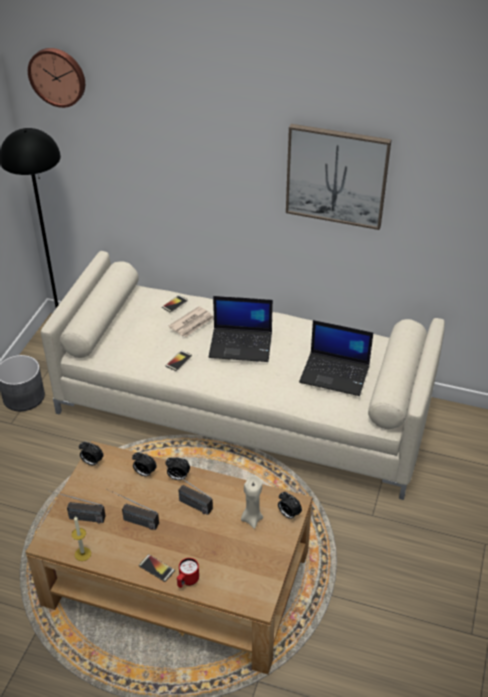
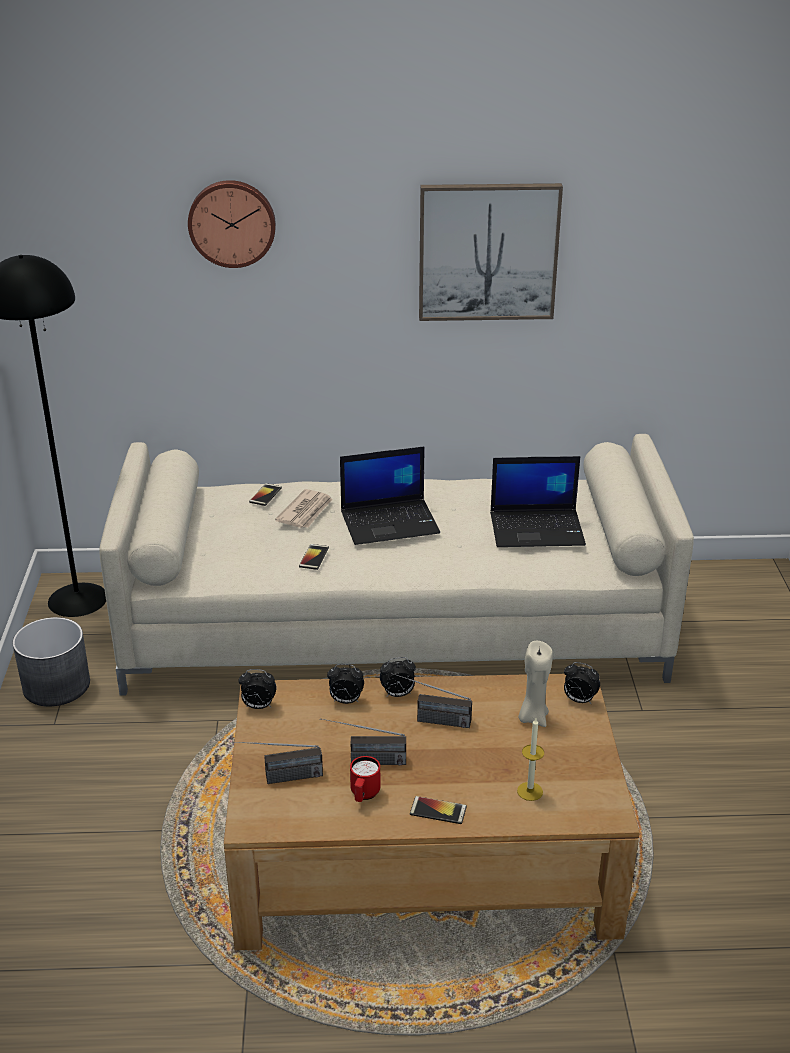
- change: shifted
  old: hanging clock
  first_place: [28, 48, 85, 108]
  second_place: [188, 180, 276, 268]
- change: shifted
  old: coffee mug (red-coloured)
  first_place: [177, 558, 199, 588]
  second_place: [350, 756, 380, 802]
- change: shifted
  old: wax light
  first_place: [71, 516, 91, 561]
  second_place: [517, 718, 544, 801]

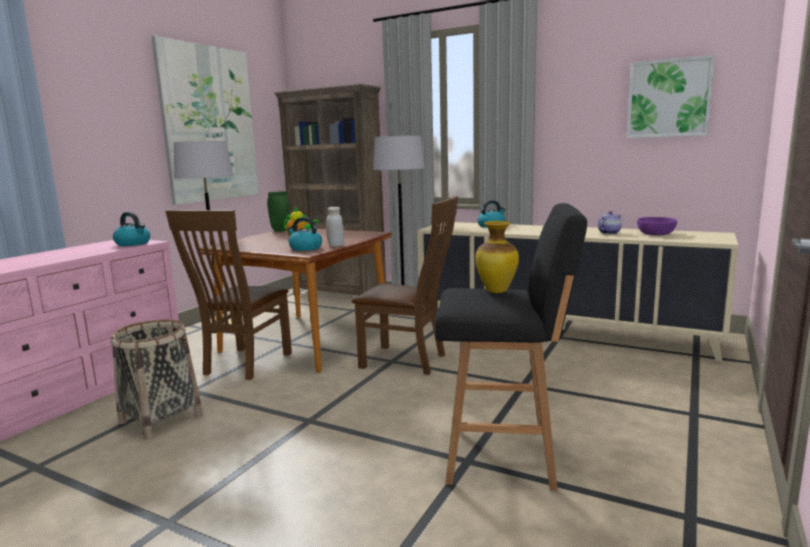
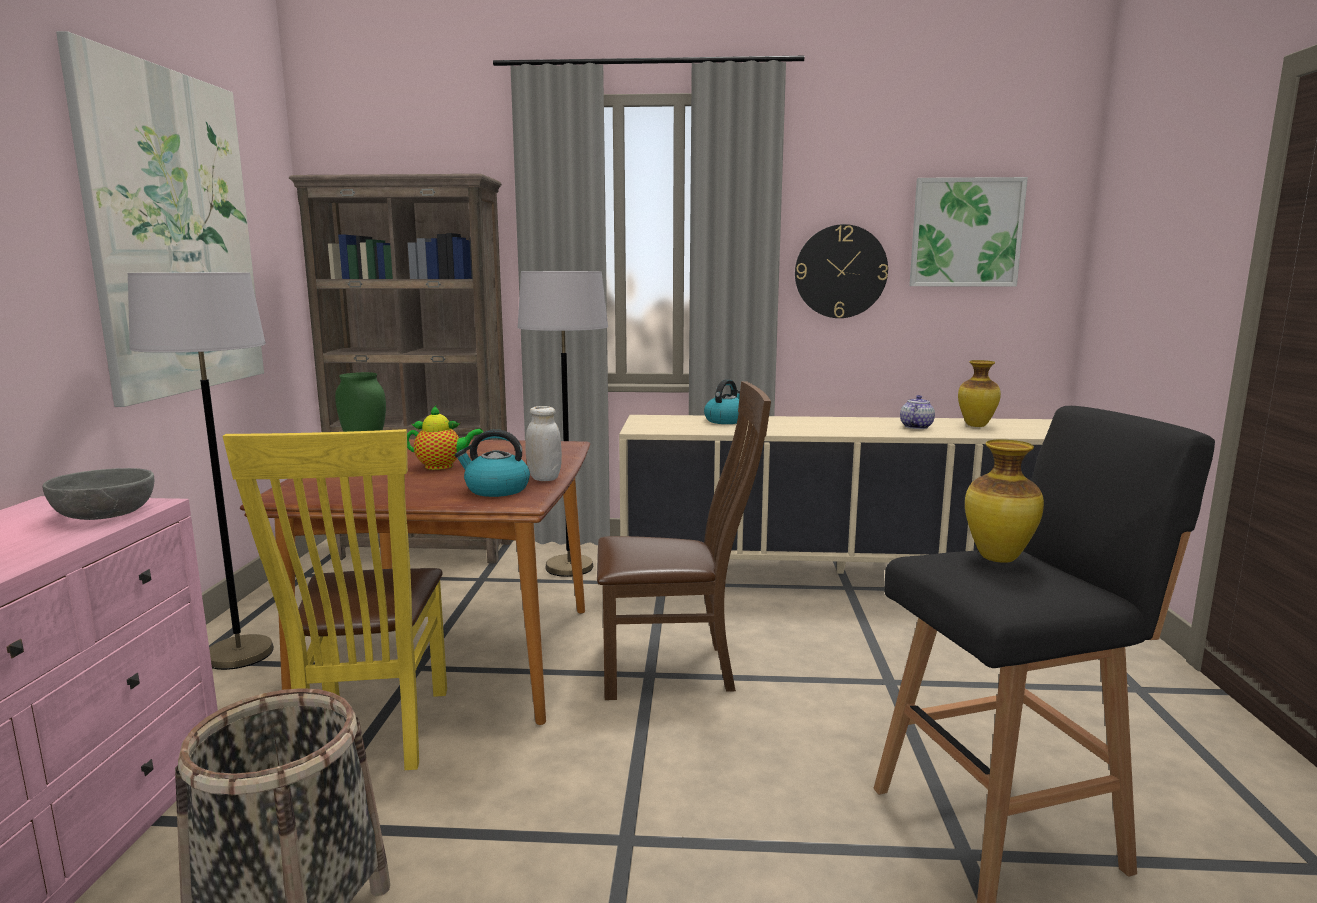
- change: swapped
  old: water kettle
  new: serving bowl (greyish)
  first_place: [113, 212, 150, 246]
  second_place: [42, 468, 154, 520]
- change: repainted
  old: chair (brownish)
  new: chair (yellowish)
  first_place: [165, 210, 292, 380]
  second_place: [223, 429, 447, 770]
- change: new
  new: hanging clock
  second_place: [795, 224, 888, 318]
- change: swapped
  old: serving bowl (purple)
  new: decorative vase
  first_place: [637, 217, 677, 235]
  second_place: [958, 360, 1001, 427]

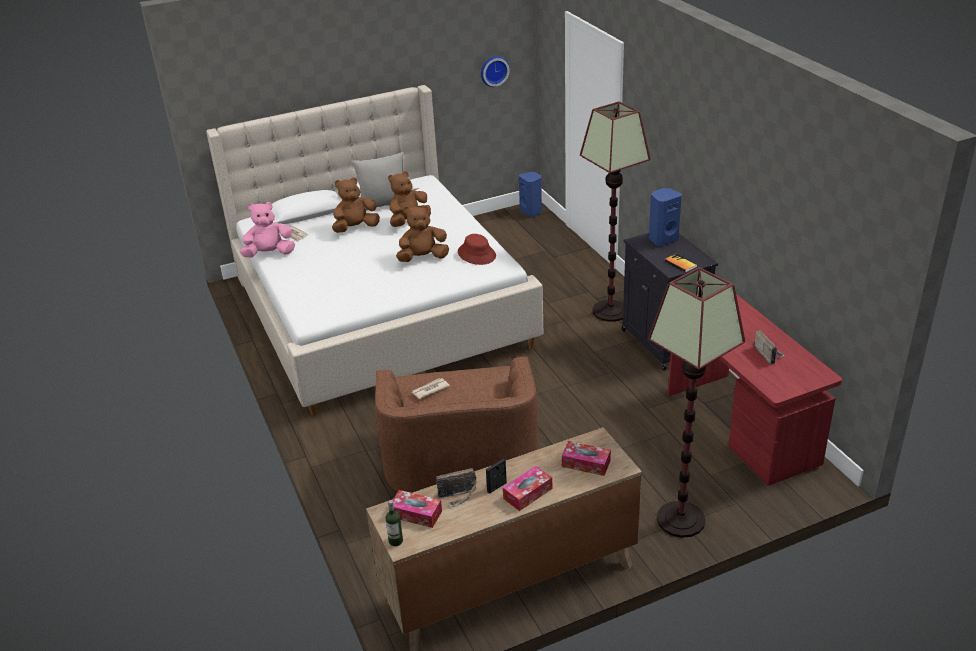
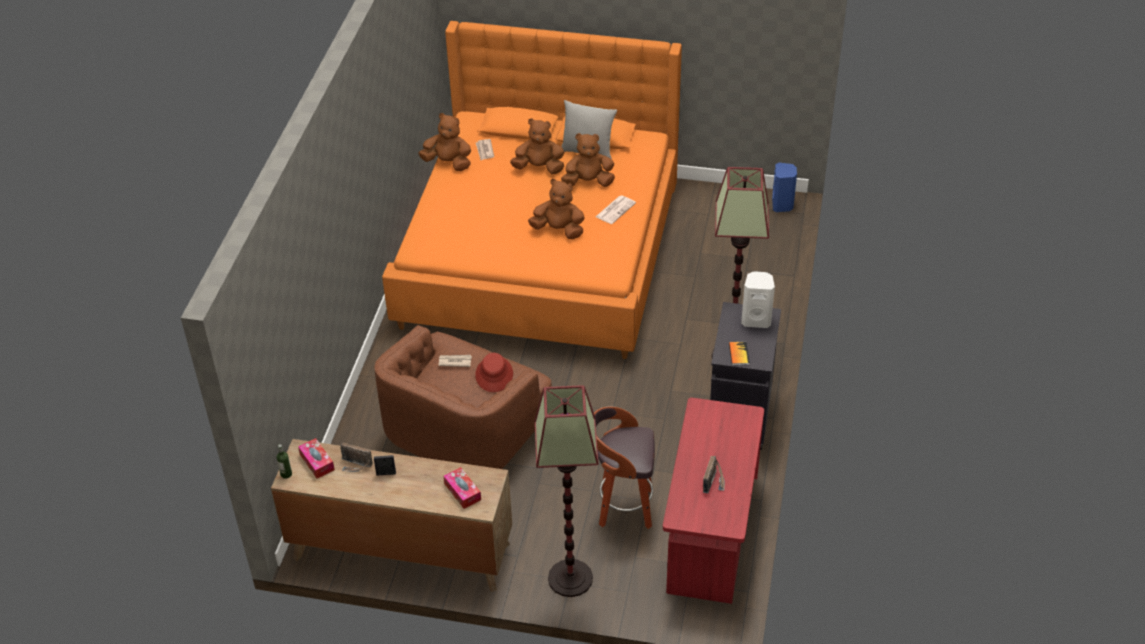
- change: repainted
  old: bed (sand-coloured)
  new: bed (orange)
  first_place: [206, 85, 543, 416]
  second_place: [382, 21, 682, 359]
- change: repainted
  old: plush toy (pinkish)
  new: plush toy (brownish)
  first_place: [240, 202, 295, 257]
  second_place: [418, 113, 471, 171]
- change: shifted
  old: wearable hat (red-coloured)
  first_place: [458, 234, 496, 265]
  second_place: [475, 353, 513, 392]
- change: new
  new: stool seat
  second_place: [594, 407, 655, 529]
- change: new
  new: newspaper
  second_place: [596, 195, 636, 224]
- change: repainted
  old: speaker (blue)
  new: speaker (whitish)
  first_place: [649, 188, 682, 246]
  second_place: [741, 271, 775, 328]
- change: gone
  old: hanging clock
  first_place: [481, 56, 510, 87]
- change: gone
  old: tissue box
  first_place: [503, 466, 552, 511]

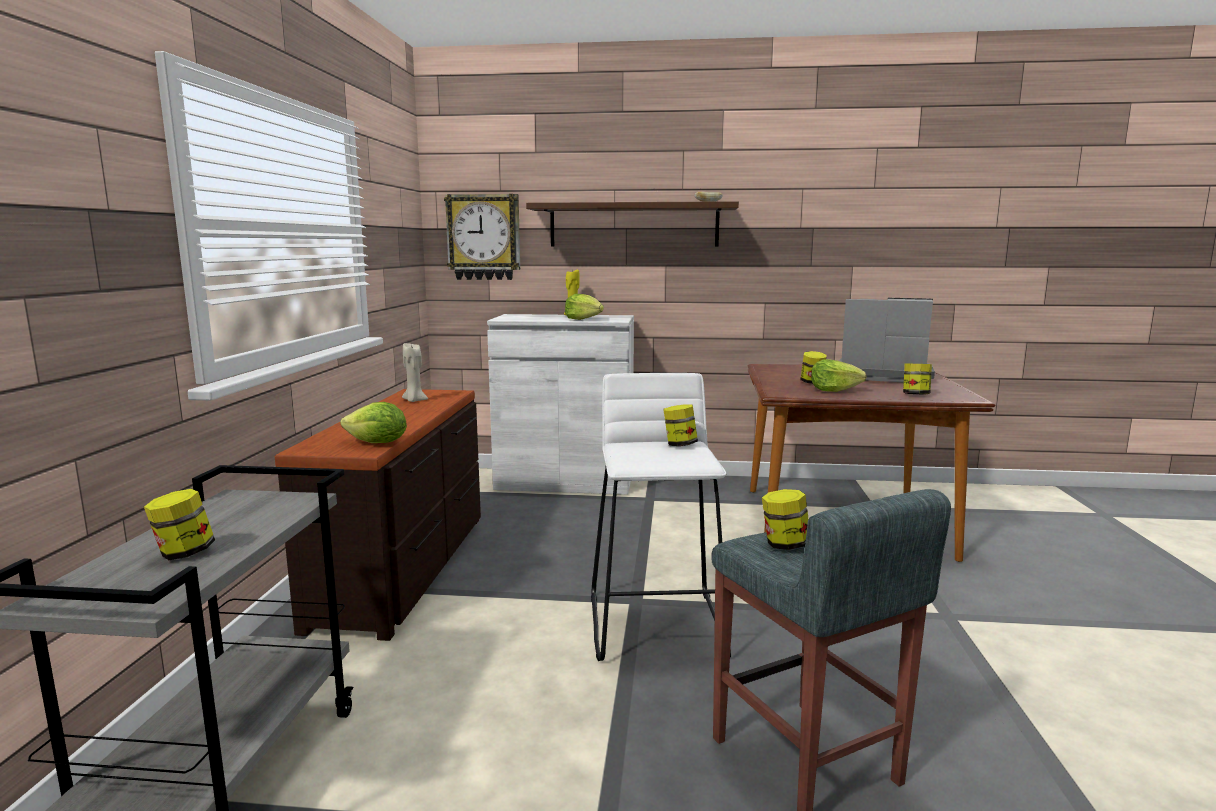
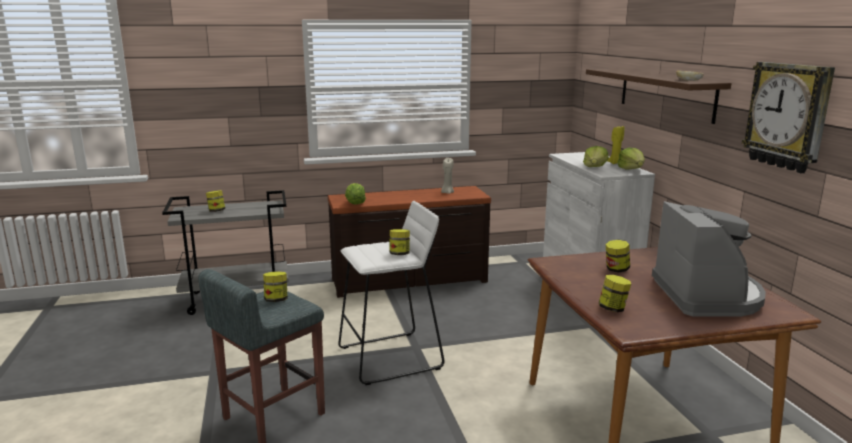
- change: shifted
  old: lettuce
  first_place: [811, 359, 867, 392]
  second_place: [617, 147, 645, 170]
- change: shifted
  old: hanging clock
  first_place: [444, 194, 520, 280]
  second_place: [742, 62, 835, 173]

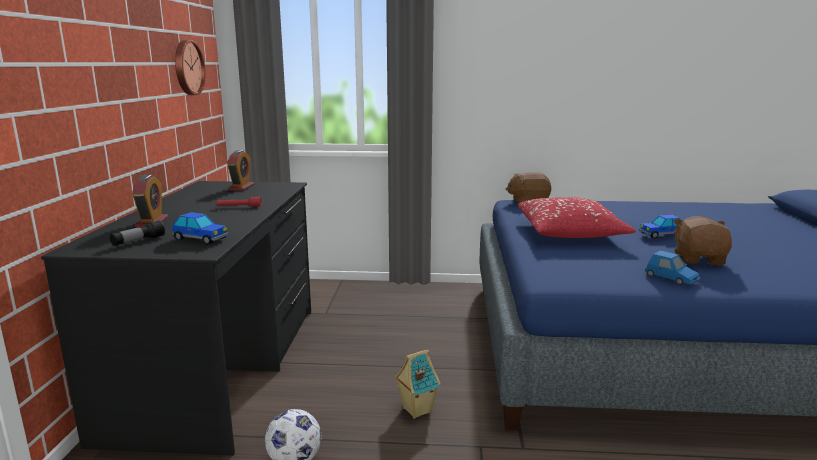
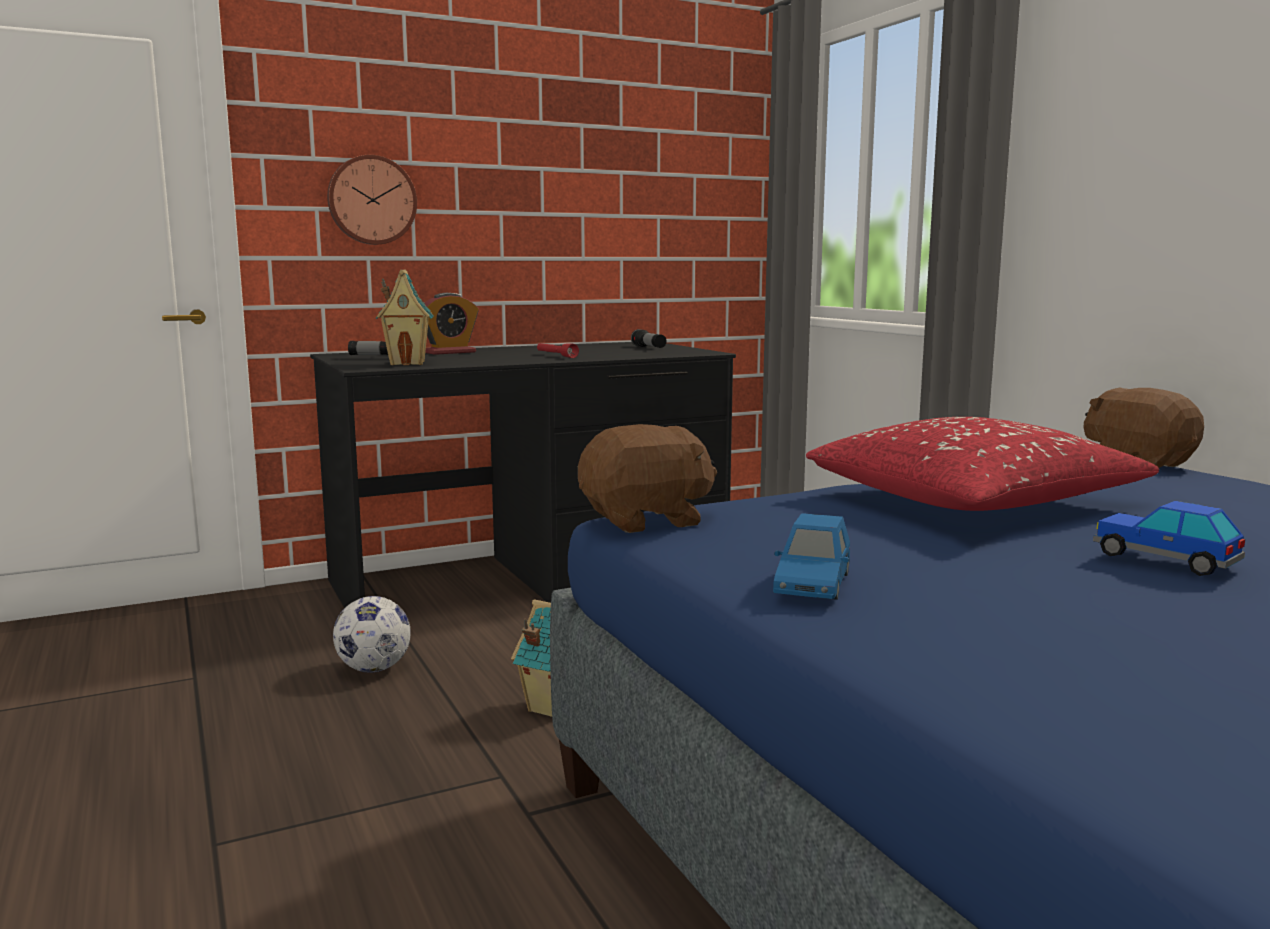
- change: shifted
  old: hanging clock
  first_place: [175, 40, 206, 95]
  second_place: [327, 154, 417, 245]
- change: swapped
  old: model car
  new: toy house
  first_place: [172, 212, 229, 245]
  second_place: [376, 269, 434, 365]
- change: shifted
  old: plush toy (brownish)
  first_place: [673, 216, 732, 266]
  second_place: [578, 424, 717, 533]
- change: swapped
  old: bedside clock
  new: flashlight
  first_place: [227, 150, 254, 191]
  second_place: [631, 329, 667, 348]

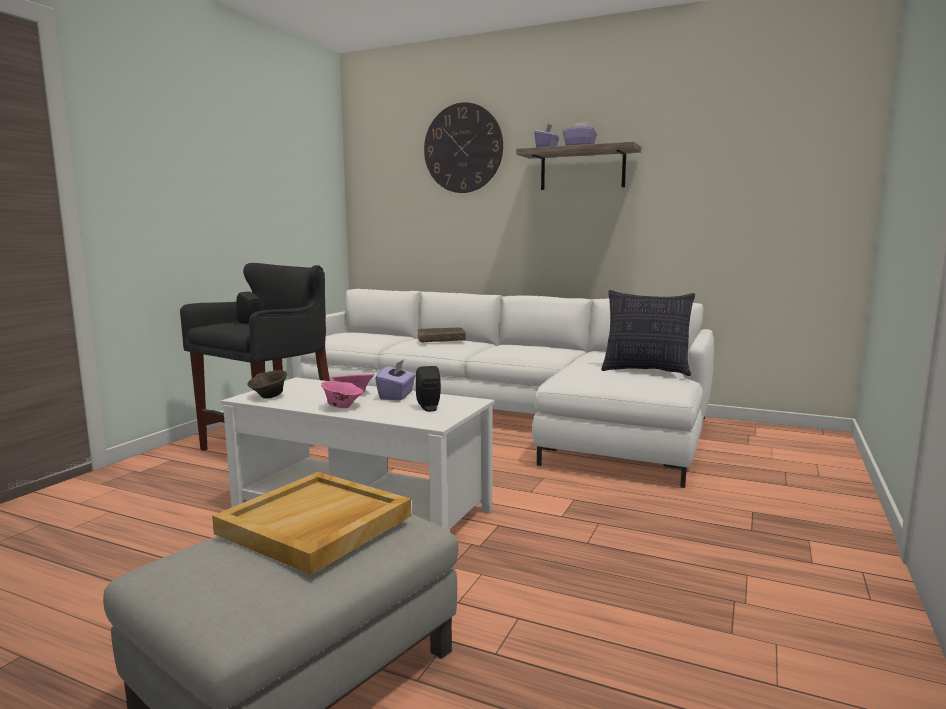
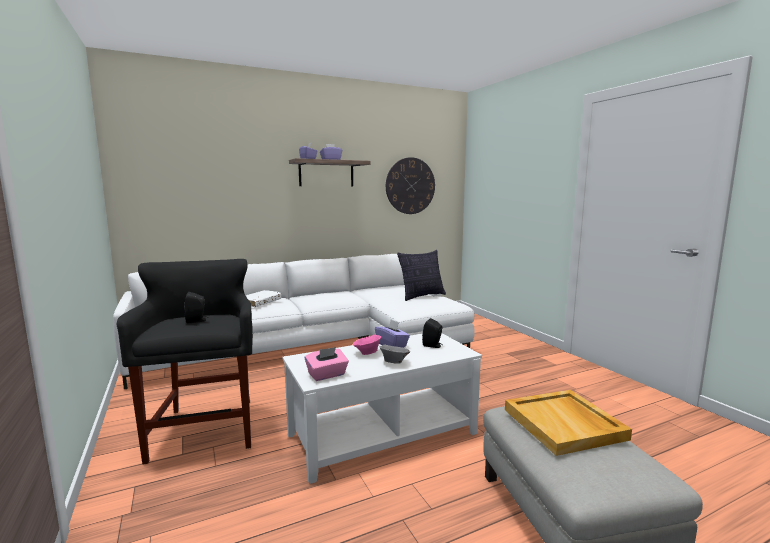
- change: repainted
  old: bound book (brownish)
  new: bound book (whitish)
  first_place: [417, 327, 466, 343]
  second_place: [245, 290, 281, 307]
- change: swapped
  old: serving bowl (brownish)
  new: tissue box (pinkish)
  first_place: [248, 370, 287, 399]
  second_place: [305, 347, 349, 381]
- change: repainted
  old: serving bowl (pinkish)
  new: serving bowl (greyish)
  first_place: [321, 381, 363, 408]
  second_place: [380, 344, 410, 364]
- change: shifted
  old: hanging clock
  first_place: [424, 102, 503, 193]
  second_place: [386, 157, 435, 214]

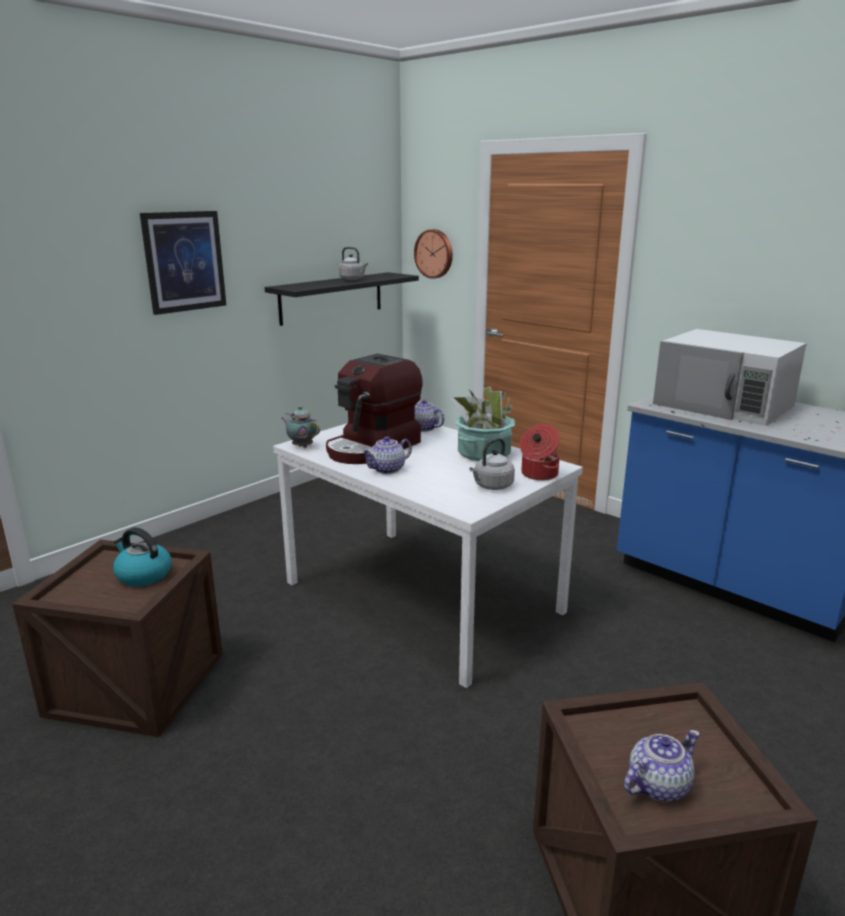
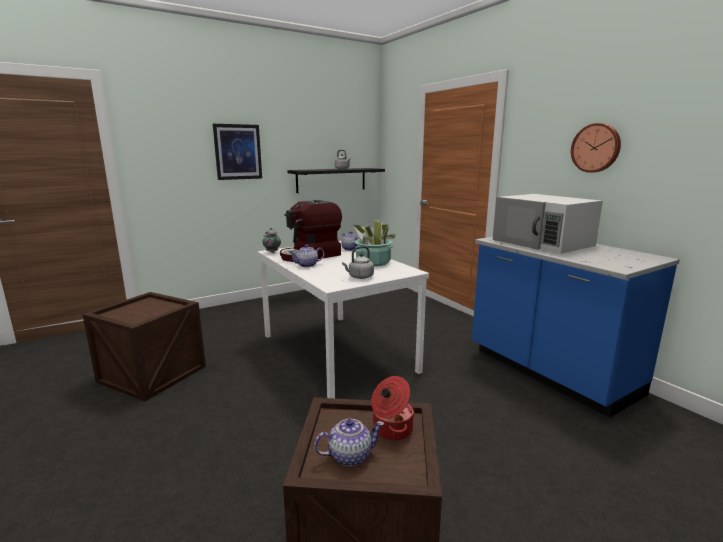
- change: shifted
  old: stockpot
  first_place: [520, 424, 560, 481]
  second_place: [371, 376, 415, 441]
- change: shifted
  old: hanging clock
  first_place: [414, 229, 453, 279]
  second_place: [571, 123, 621, 173]
- change: gone
  old: water kettle
  first_place: [113, 527, 172, 587]

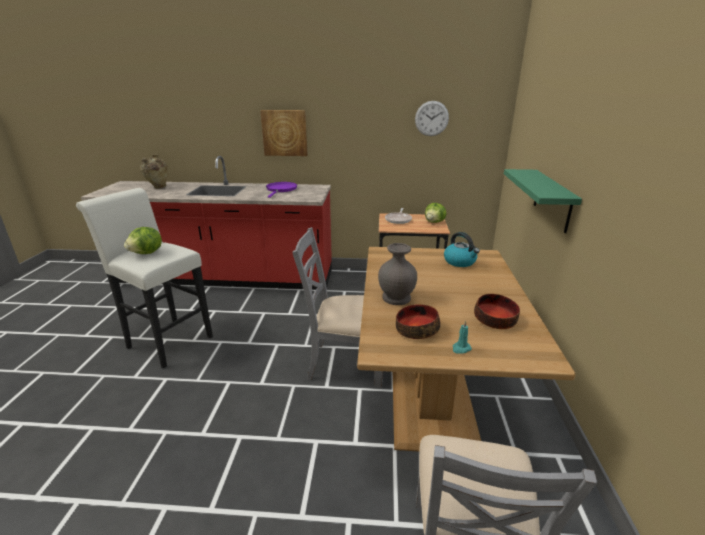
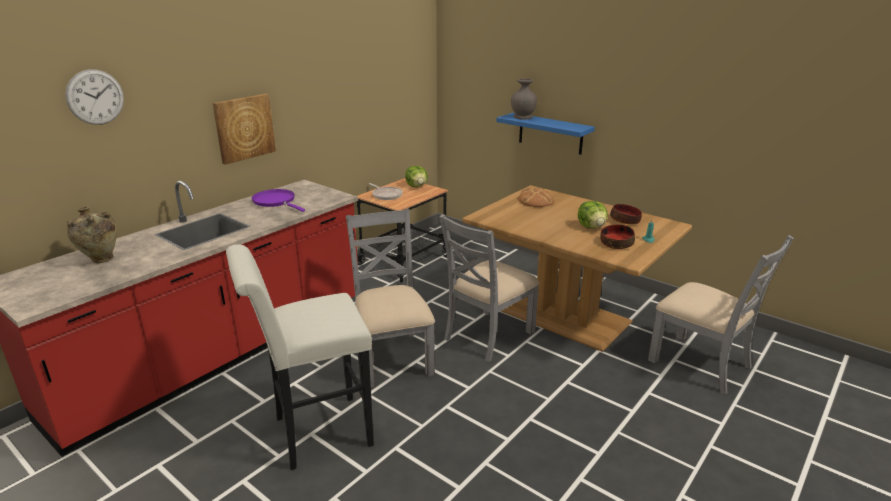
- change: shifted
  old: hanging clock
  first_place: [415, 101, 449, 136]
  second_place: [65, 69, 124, 125]
- change: new
  new: chair (greyish)
  second_place: [346, 209, 435, 387]
- change: repainted
  old: shelf (green-coloured)
  new: shelf (blue)
  first_place: [504, 169, 582, 233]
  second_place: [496, 113, 595, 155]
- change: shifted
  old: decorative vase (greyish)
  first_place: [378, 243, 417, 305]
  second_place: [511, 79, 537, 119]
- change: swapped
  old: water kettle
  new: bakery bread
  first_place: [444, 232, 480, 267]
  second_place: [519, 188, 554, 207]
- change: shifted
  old: lettuce
  first_place: [124, 227, 162, 254]
  second_place: [578, 201, 608, 228]

